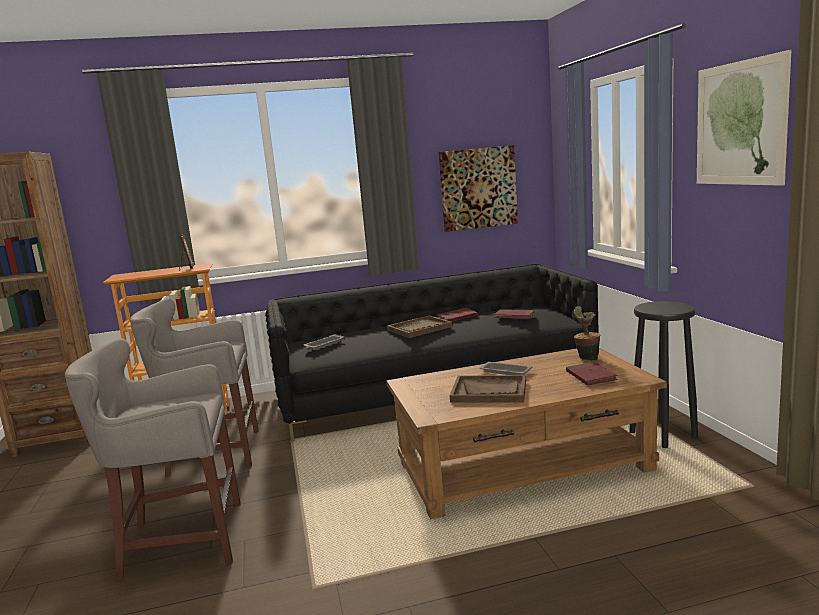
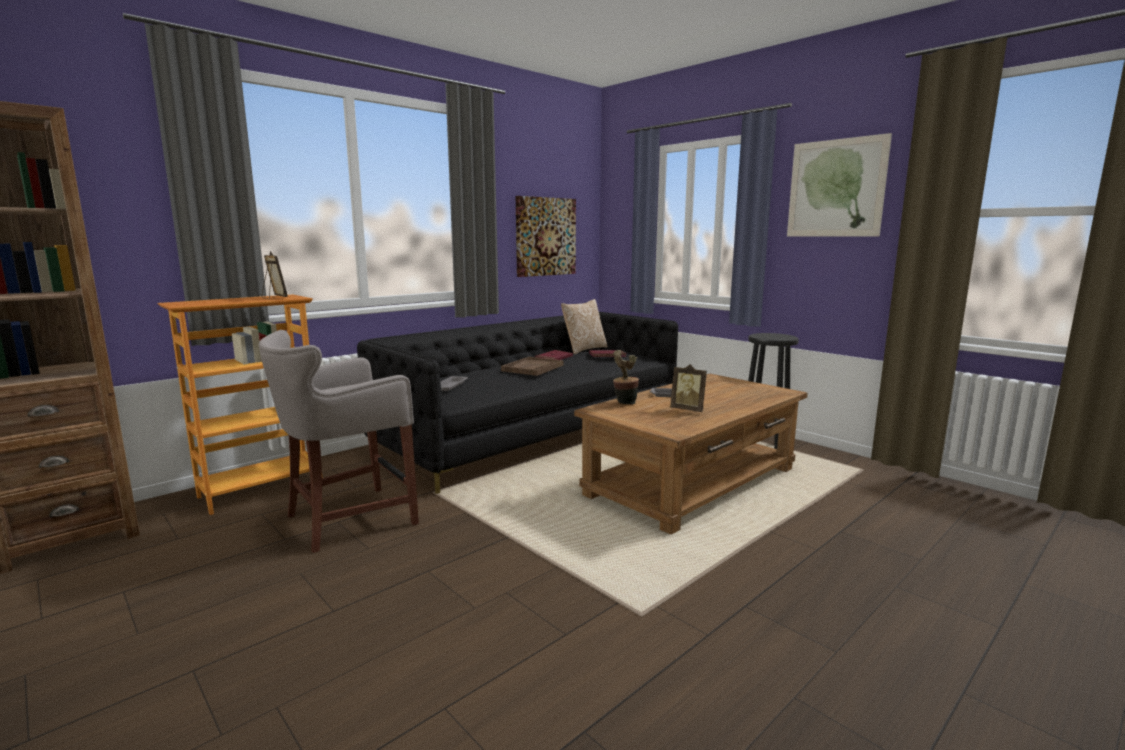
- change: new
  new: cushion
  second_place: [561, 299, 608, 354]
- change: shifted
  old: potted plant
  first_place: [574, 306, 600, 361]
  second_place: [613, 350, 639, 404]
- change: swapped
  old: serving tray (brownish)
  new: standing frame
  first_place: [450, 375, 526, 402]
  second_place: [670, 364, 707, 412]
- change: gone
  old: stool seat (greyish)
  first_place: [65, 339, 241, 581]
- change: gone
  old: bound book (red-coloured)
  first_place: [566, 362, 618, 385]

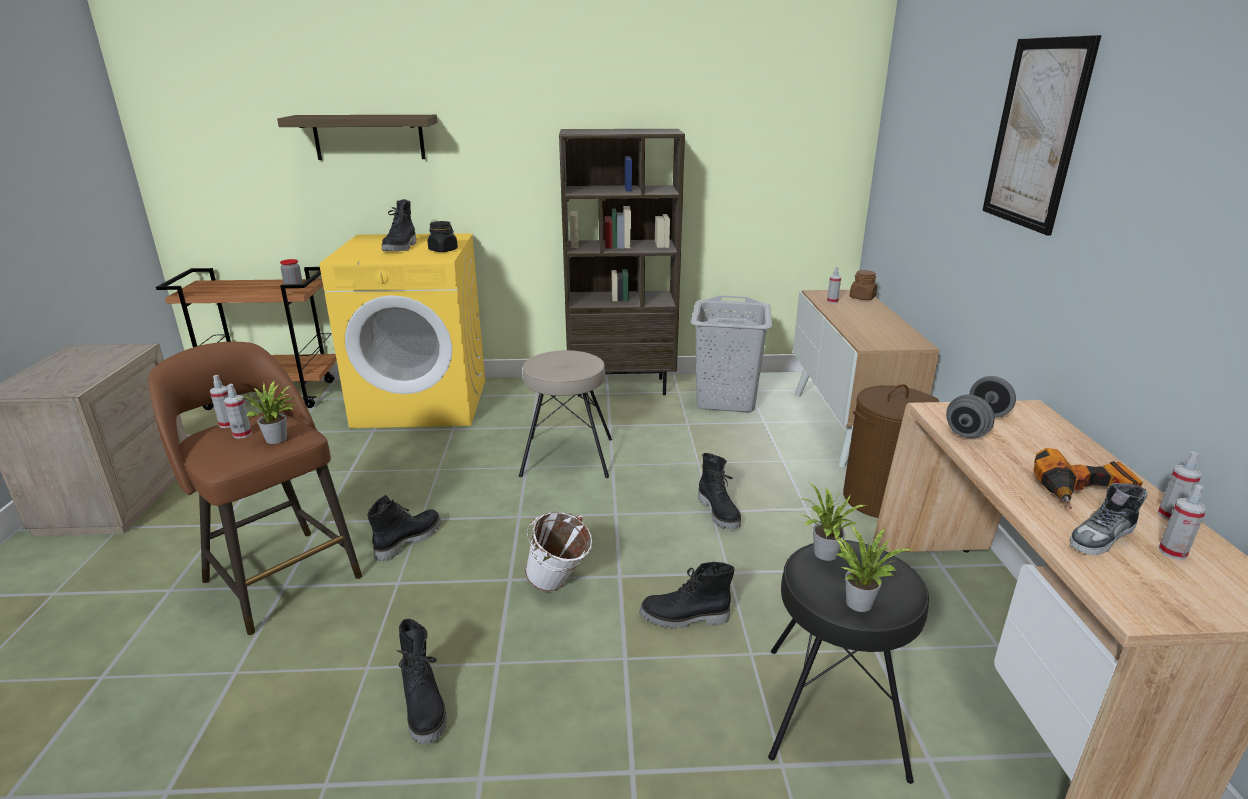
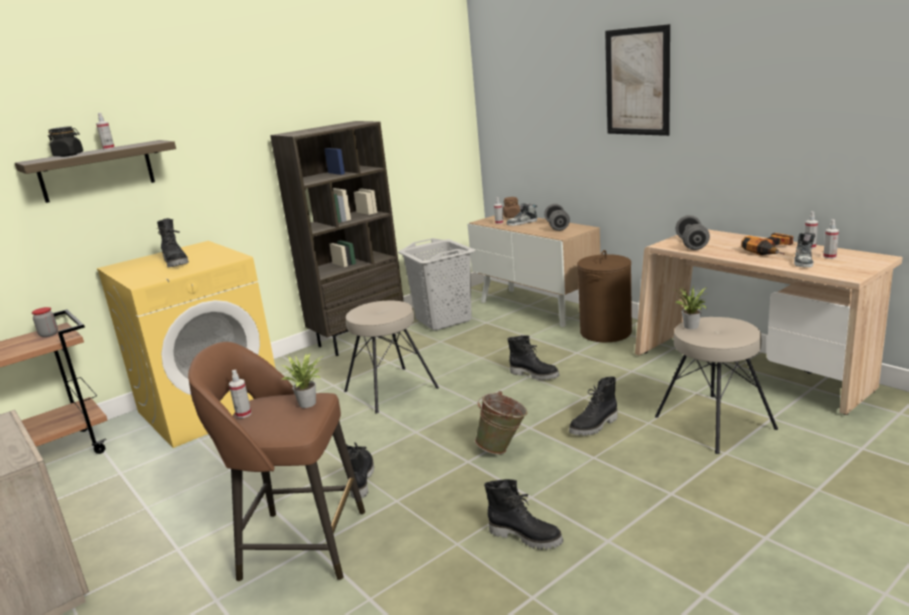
- change: shifted
  old: jar (black-coloured)
  first_place: [428, 221, 458, 252]
  second_place: [48, 126, 83, 157]
- change: shifted
  old: hand sprayer
  first_place: [224, 384, 252, 439]
  second_place: [96, 113, 115, 150]
- change: repainted
  old: water bucket (whitish)
  new: water bucket (green-coloured)
  first_place: [525, 512, 593, 592]
  second_place: [475, 391, 528, 454]
- change: new
  new: low shoe
  second_place: [507, 203, 537, 226]
- change: new
  new: hand weight (greyish)
  second_place: [544, 204, 570, 231]
- change: repainted
  old: stool seat (black-coloured)
  new: stool seat (sand-coloured)
  first_place: [768, 540, 929, 784]
  second_place: [655, 317, 778, 454]
- change: gone
  old: potted plant
  first_place: [836, 526, 911, 612]

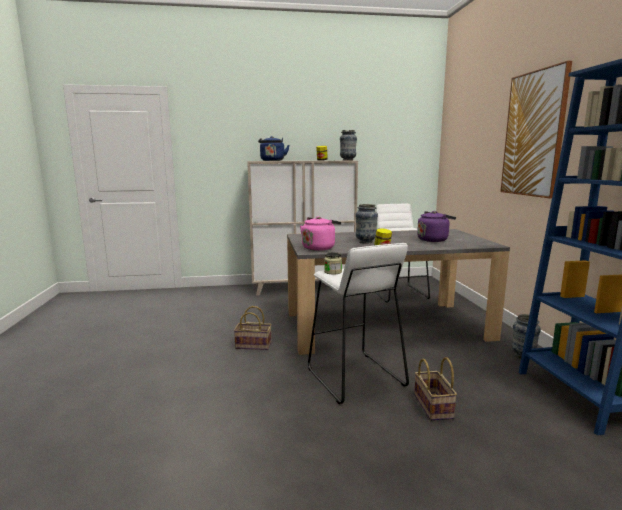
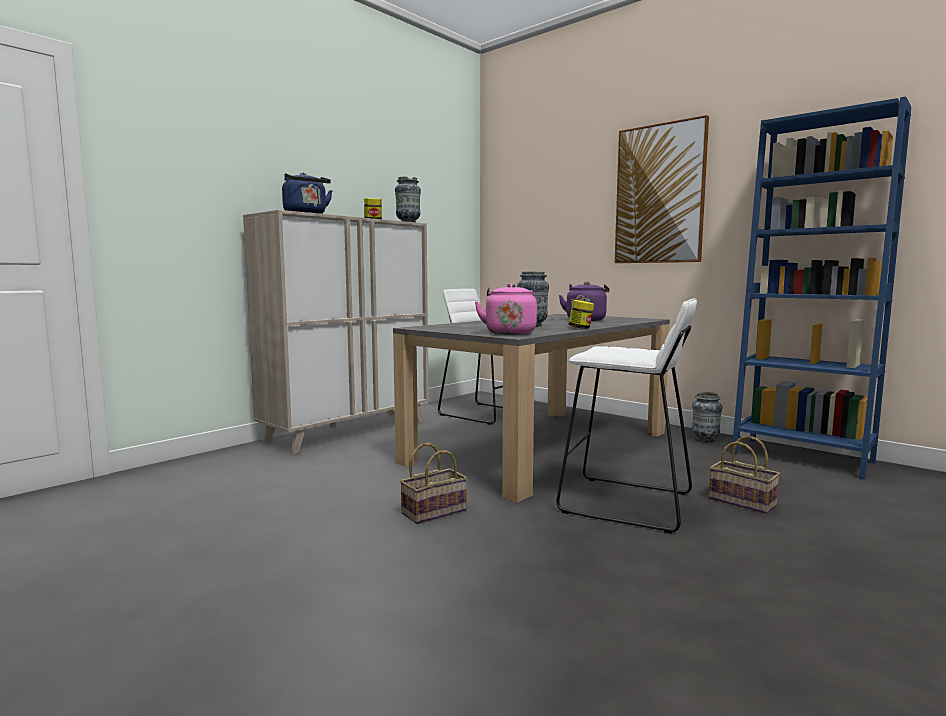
- change: gone
  old: jar
  first_place: [324, 252, 342, 274]

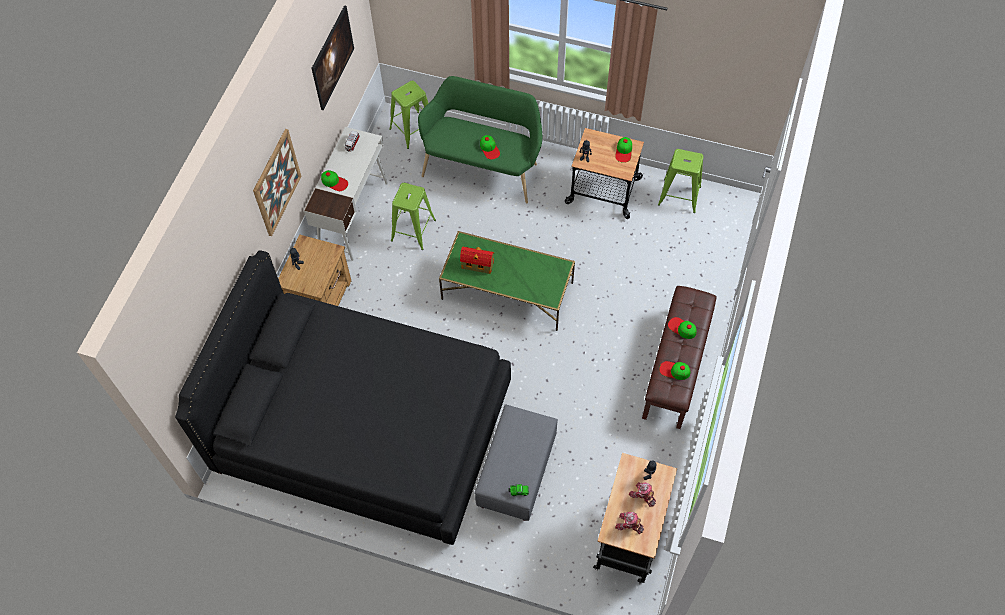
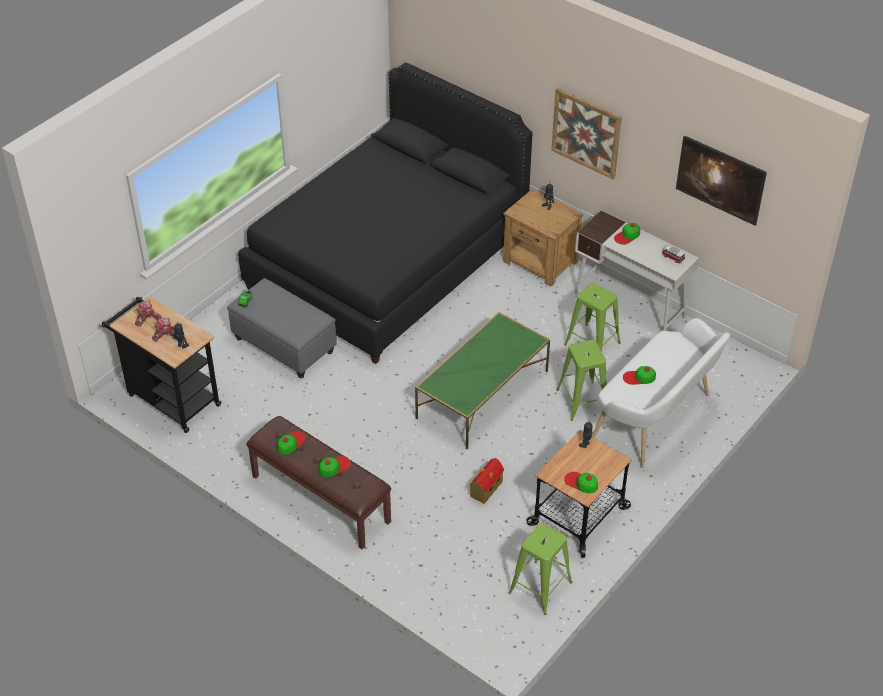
- change: shifted
  old: toy house
  first_place: [460, 247, 494, 274]
  second_place: [469, 458, 504, 504]
- change: shifted
  old: stool seat (green-coloured)
  first_place: [389, 81, 428, 149]
  second_place: [556, 340, 607, 421]
- change: repainted
  old: bench (green-coloured)
  new: bench (whitish)
  first_place: [418, 76, 542, 203]
  second_place: [592, 318, 730, 467]

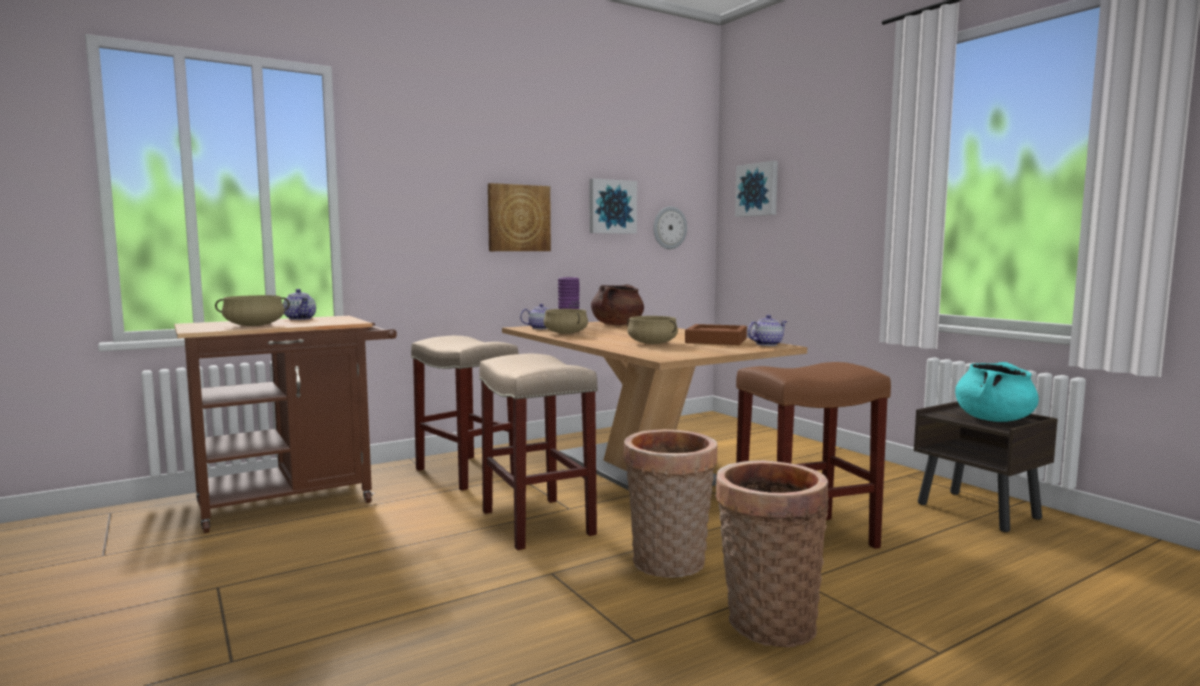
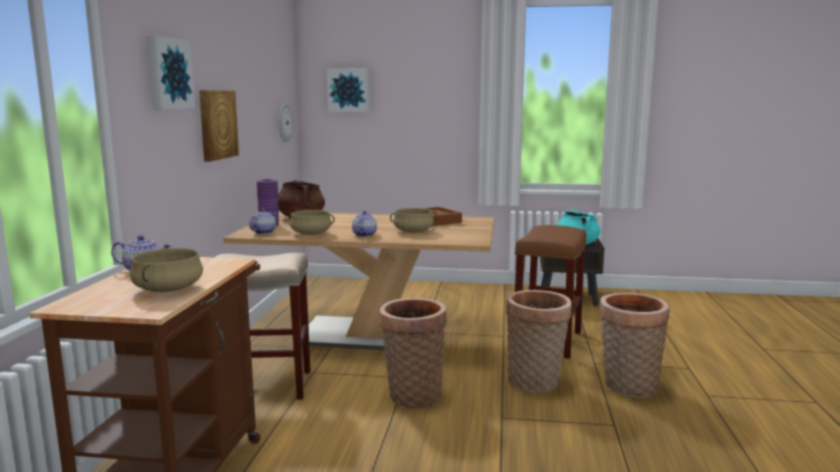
- change: shifted
  old: wall picture
  first_place: [590, 178, 637, 234]
  second_place: [147, 35, 195, 109]
- change: shifted
  old: teapot
  first_place: [748, 315, 787, 346]
  second_place: [352, 211, 377, 237]
- change: swapped
  old: stool seat (sand-coloured)
  new: household basket
  first_place: [479, 354, 598, 550]
  second_place: [379, 298, 447, 409]

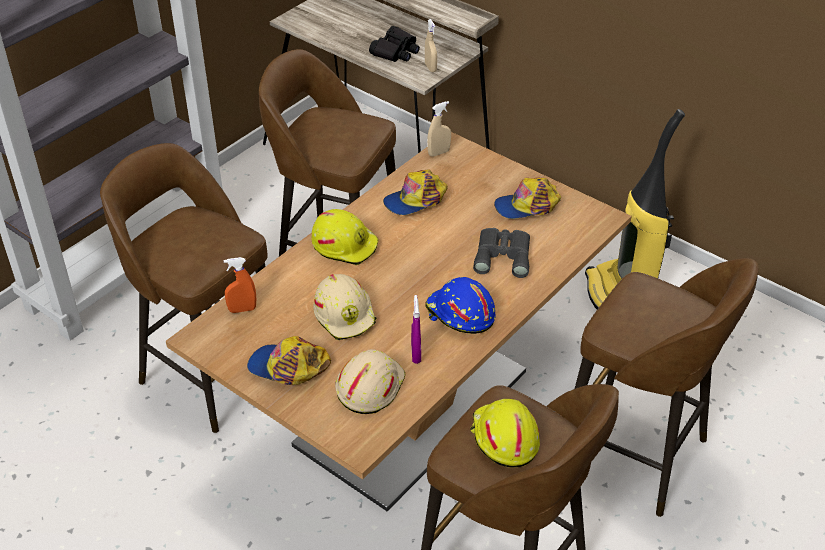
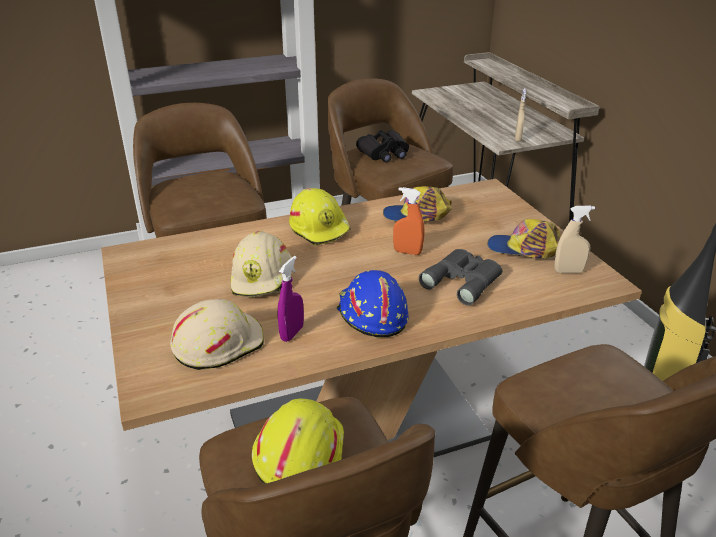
- change: shifted
  old: field glasses (black-coloured)
  first_place: [369, 26, 420, 62]
  second_place: [356, 130, 409, 163]
- change: shifted
  old: hand sprayer (orange)
  first_place: [224, 257, 256, 313]
  second_place: [393, 187, 424, 255]
- change: shifted
  old: hand sprayer (sand-coloured)
  first_place: [427, 101, 451, 157]
  second_place: [554, 206, 595, 273]
- change: gone
  old: baseball cap
  first_place: [247, 336, 331, 385]

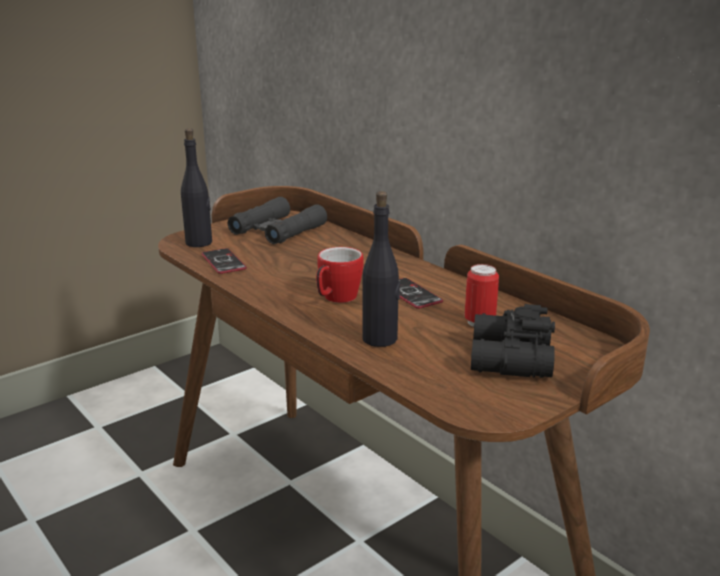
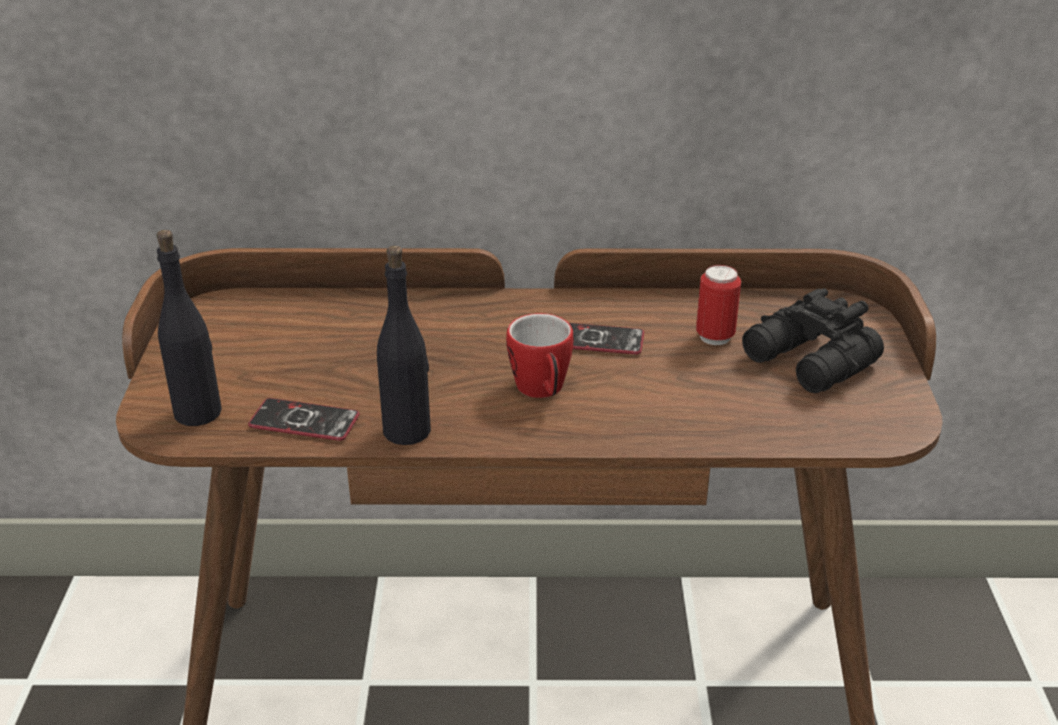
- change: shifted
  old: bottle (black-coloured)
  first_place: [362, 191, 400, 347]
  second_place: [377, 245, 431, 445]
- change: gone
  old: field glasses (black-coloured)
  first_place: [228, 197, 327, 244]

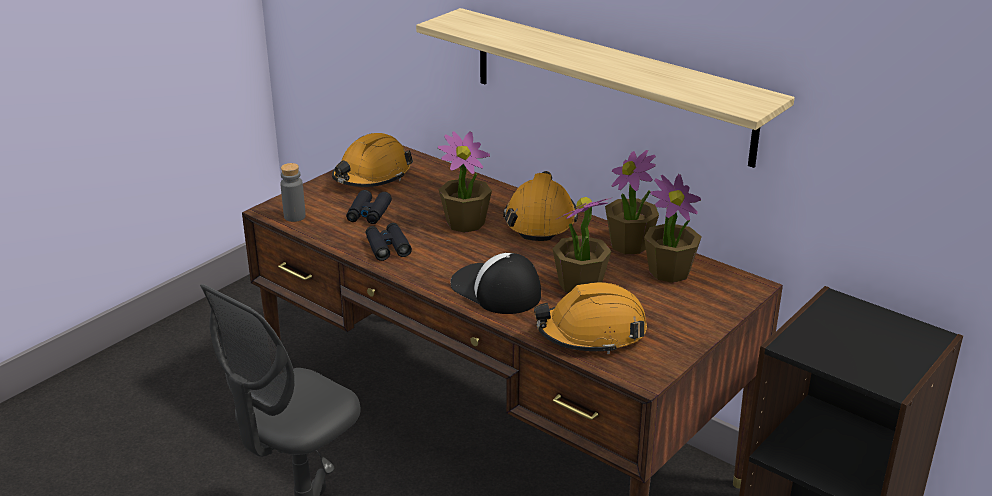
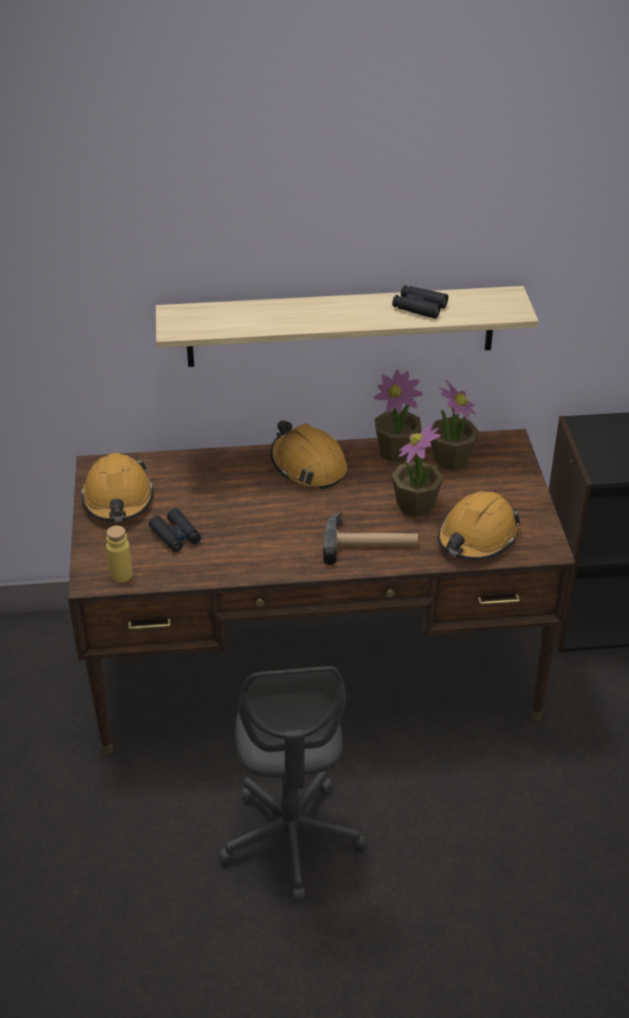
- change: repainted
  old: bottle (greyish)
  new: bottle (yellowish)
  first_place: [280, 163, 306, 222]
  second_place: [106, 525, 133, 583]
- change: swapped
  old: baseball cap
  new: tool hammer
  first_place: [450, 253, 541, 314]
  second_place: [323, 512, 418, 565]
- change: shifted
  old: field glasses (black-coloured)
  first_place: [366, 223, 412, 261]
  second_place: [392, 285, 448, 319]
- change: gone
  old: potted plant
  first_place: [438, 131, 492, 233]

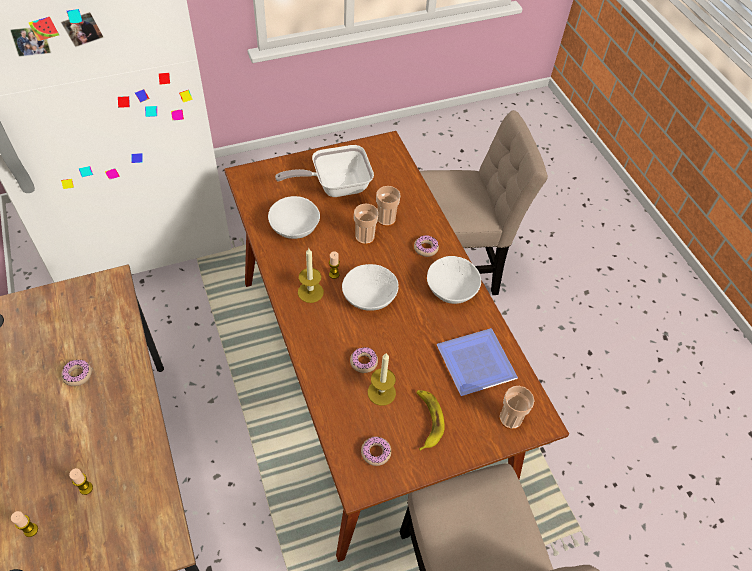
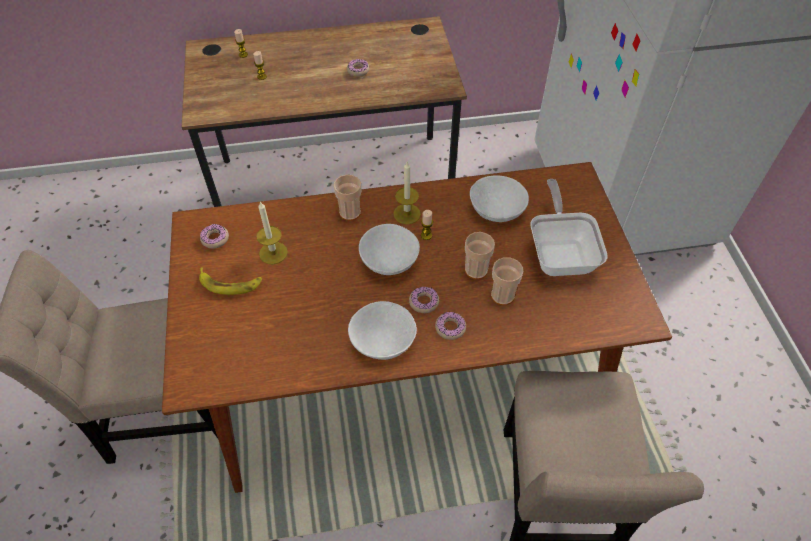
- change: shifted
  old: drinking cup
  first_place: [499, 386, 535, 429]
  second_place: [334, 175, 361, 221]
- change: shifted
  old: ring doughnut
  first_place: [350, 347, 378, 373]
  second_place: [409, 287, 439, 313]
- change: gone
  old: plate
  first_place: [437, 328, 518, 396]

